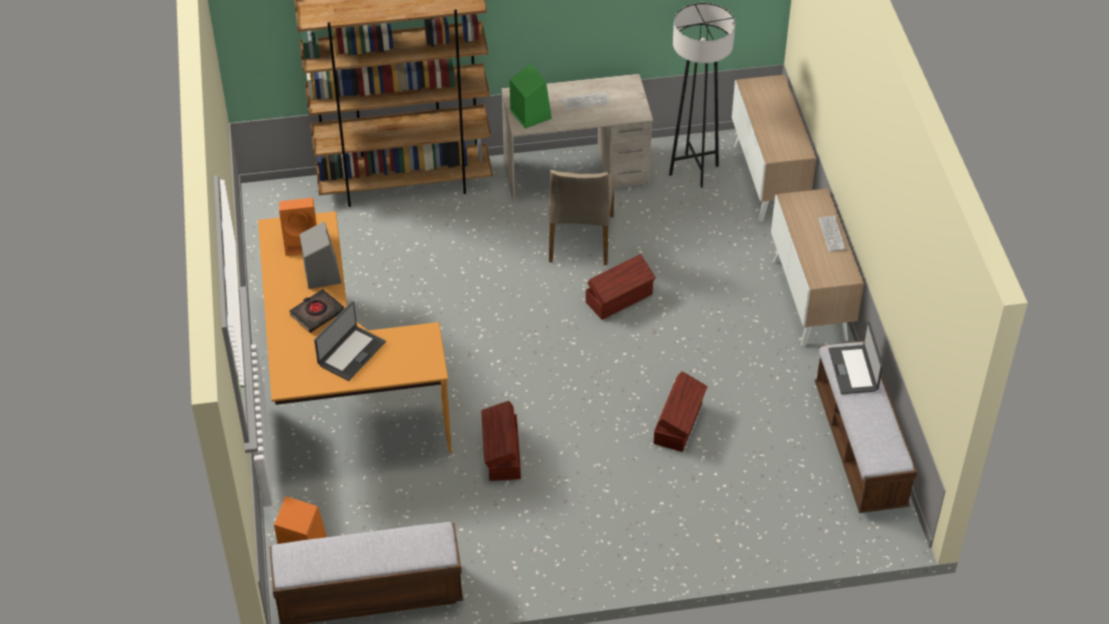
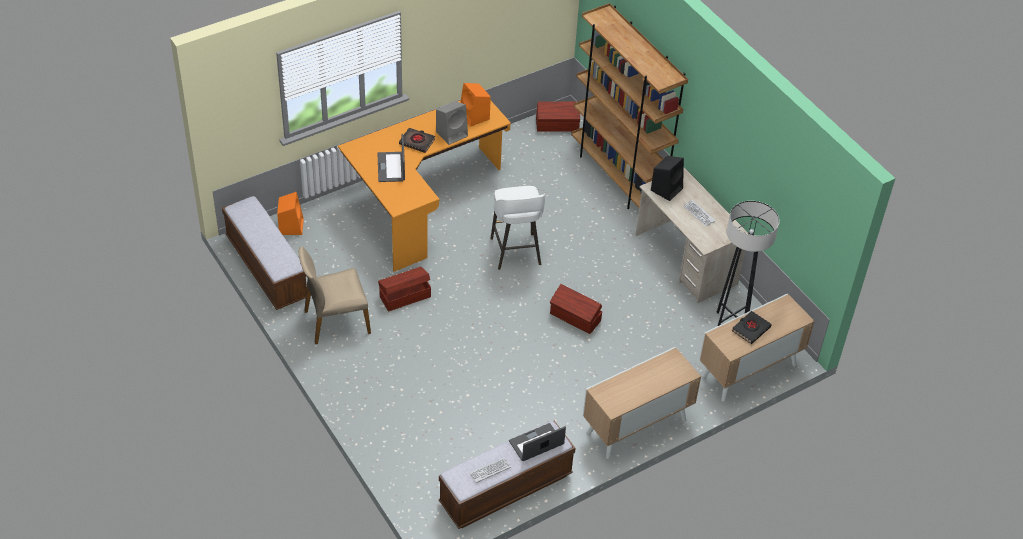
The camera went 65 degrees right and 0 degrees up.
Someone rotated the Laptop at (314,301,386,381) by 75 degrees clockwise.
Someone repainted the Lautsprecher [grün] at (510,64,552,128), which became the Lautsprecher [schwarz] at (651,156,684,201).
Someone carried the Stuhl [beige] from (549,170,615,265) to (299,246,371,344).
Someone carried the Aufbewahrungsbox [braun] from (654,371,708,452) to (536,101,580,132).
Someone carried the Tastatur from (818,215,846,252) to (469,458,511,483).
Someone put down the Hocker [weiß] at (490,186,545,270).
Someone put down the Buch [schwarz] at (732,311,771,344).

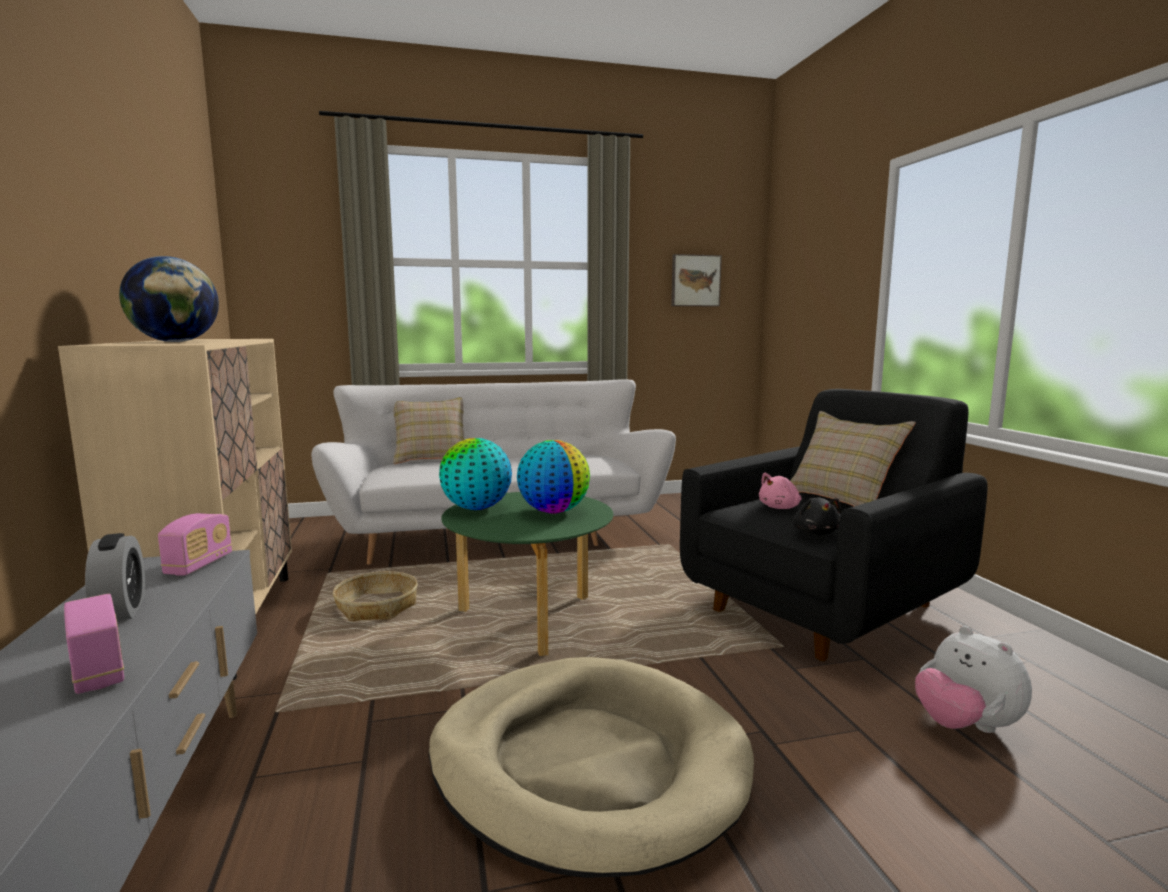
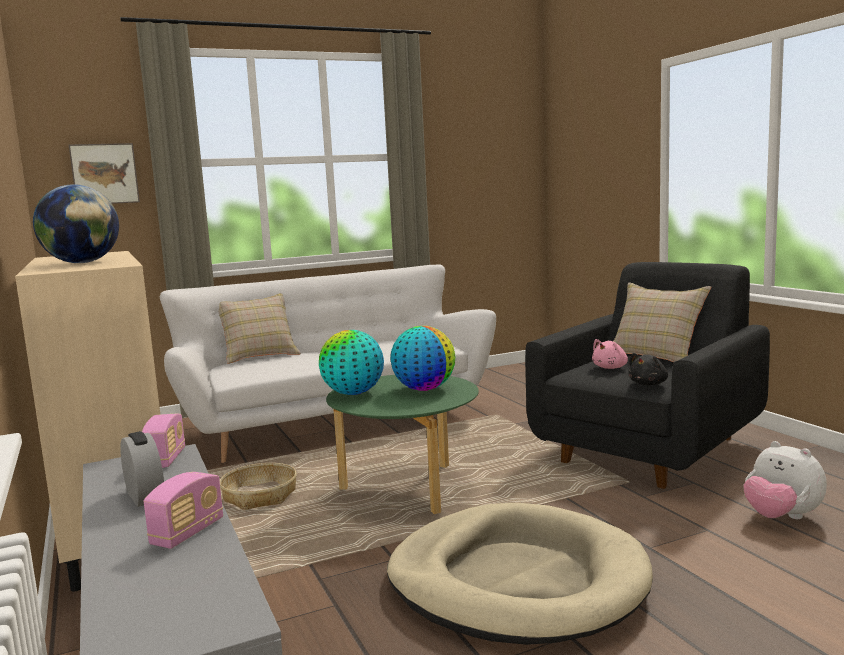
The camera went 10 degrees left and 0 degrees up.
Someone rotated the Radio at (64,594,124,694) by 75 degrees clockwise.
Someone carried the Bild from (671,254,722,306) to (69,143,140,204).
Someone rotated the Plüschtier [schwarz] at (793,497,841,535) by 60 degrees clockwise.

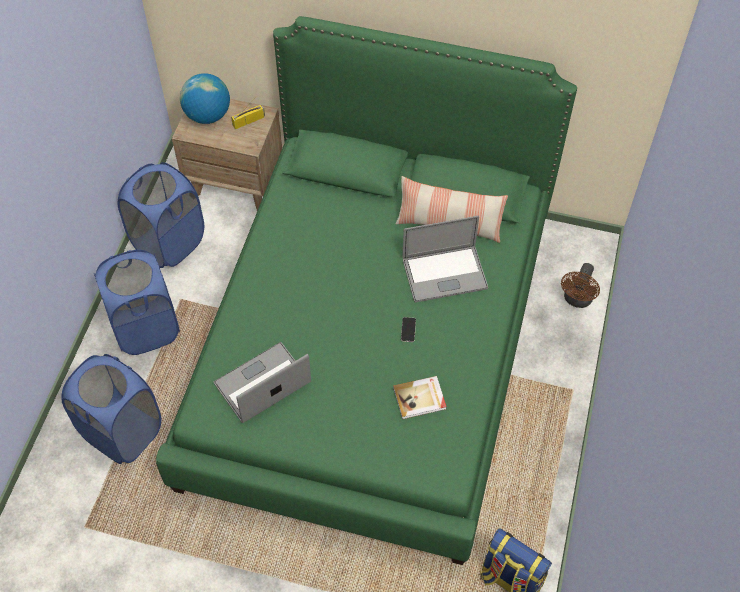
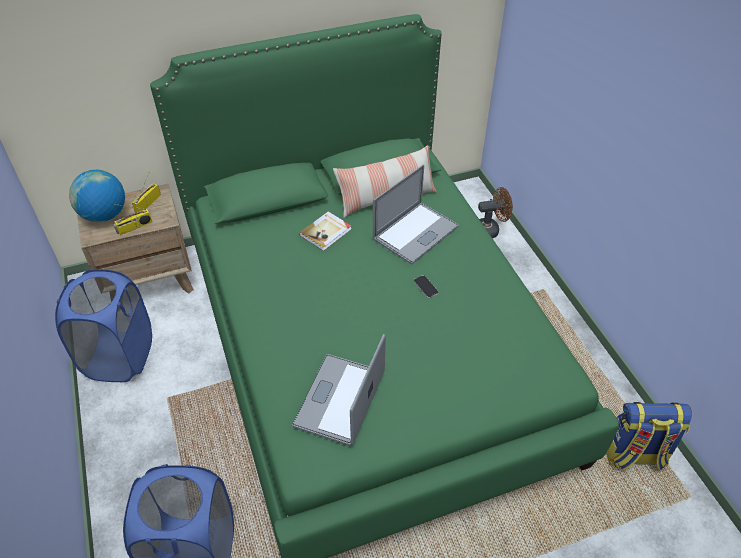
The camera went 35 degrees left and 10 degrees down.
Someone took away the Wäschekorb [blau] at (94,250,180,355).
Someone carried the Buch from (393,376,447,419) to (299,212,351,251).
Someone rotated the Ventilator [braun] at (561,263,600,308) by 90 degrees counterclockwise.
Someone put down the Radio at (113,204,152,235).

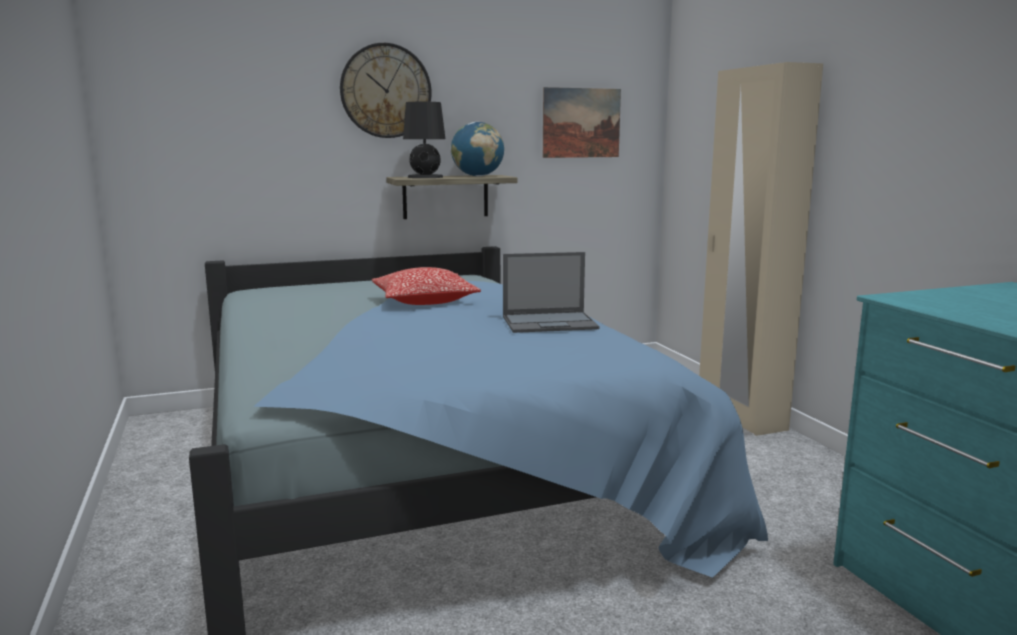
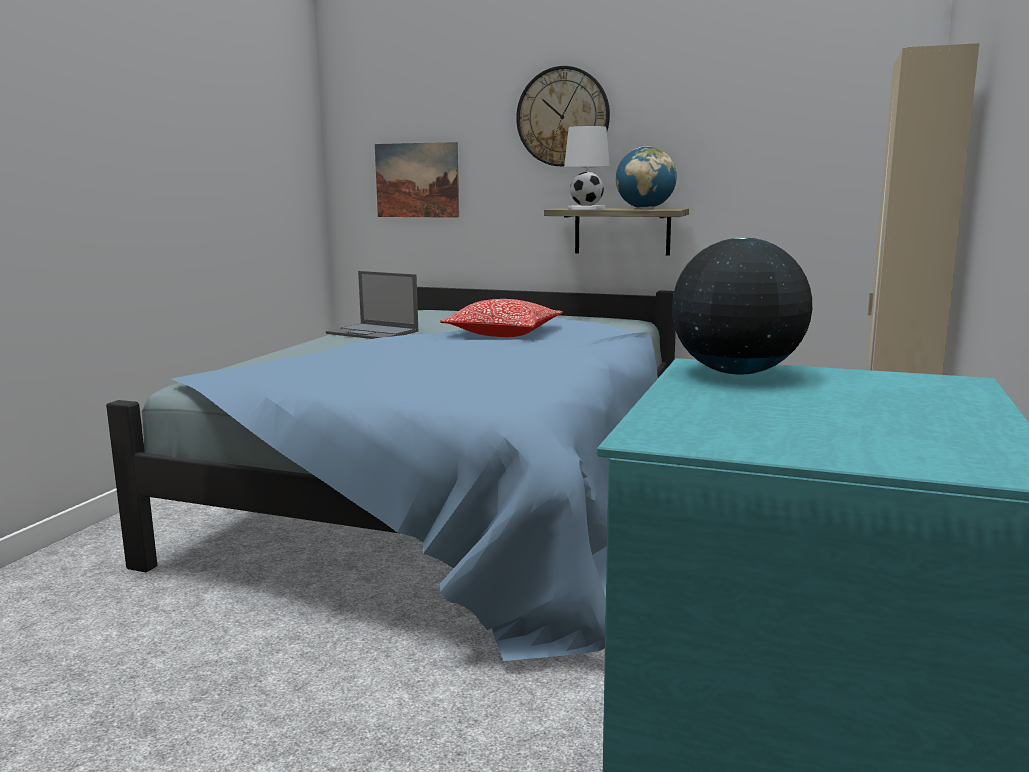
The camera went 40 degrees right and 0 degrees up.
Someone repainted the Tischlampe [schwarz] at (403,102,445,178), which became the Tischlampe [weiß] at (564,126,610,209).
Someone carried the Laptop from (503,252,600,333) to (326,271,419,339).
Someone carried the Bild from (543,87,621,158) to (375,142,459,218).
Someone put down the Globus at (672,238,812,375).

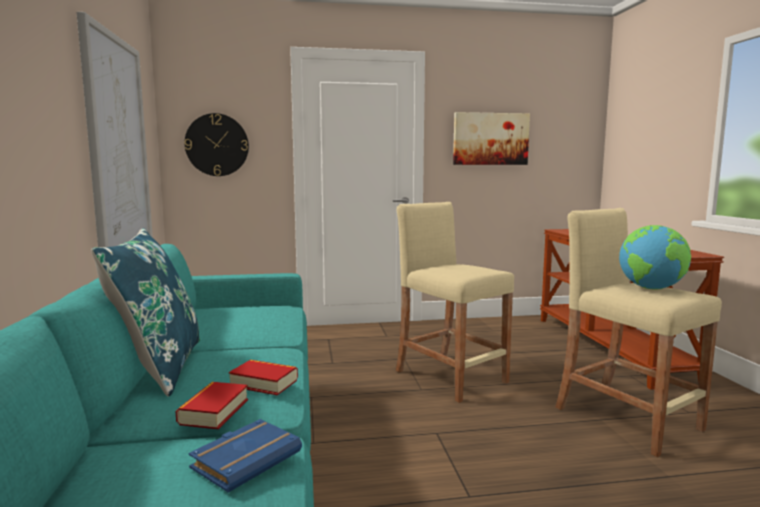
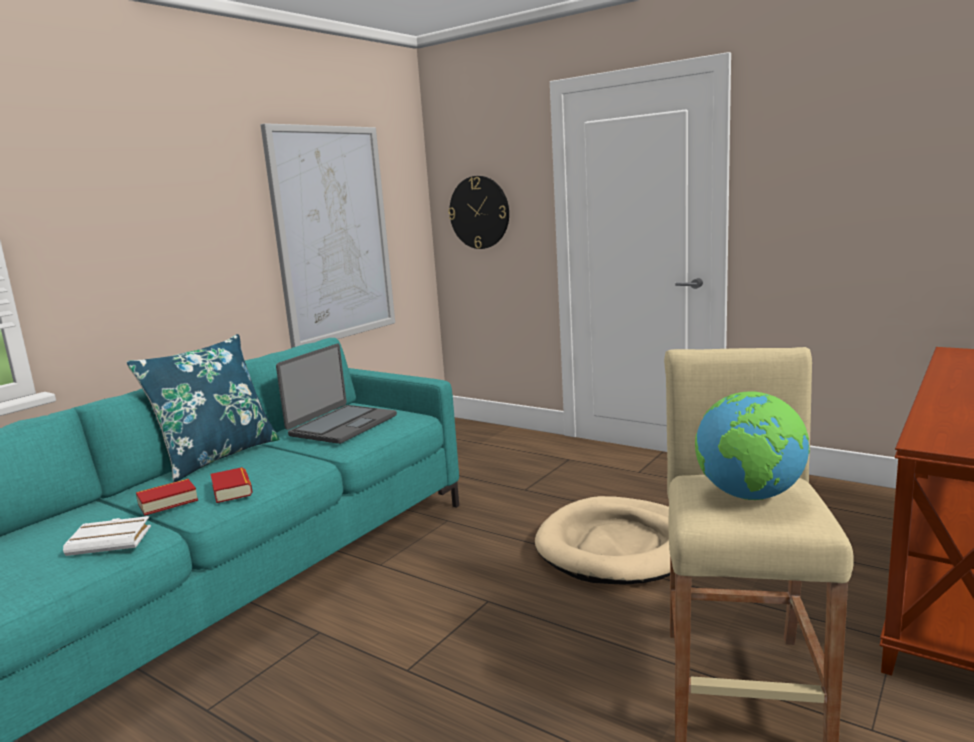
The camera went 45 degrees right and 5 degrees up.
Someone repainted the Buch [blau] at (188,419,302,493), which became the Buch [weiß] at (63,516,151,556).
Someone swapped the Hocker [beige] at (396,202,514,403) for the Hundebett [beige] at (535,496,670,584).
Someone took away the Bild at (453,112,530,165).
Someone put down the Laptop at (276,343,397,444).

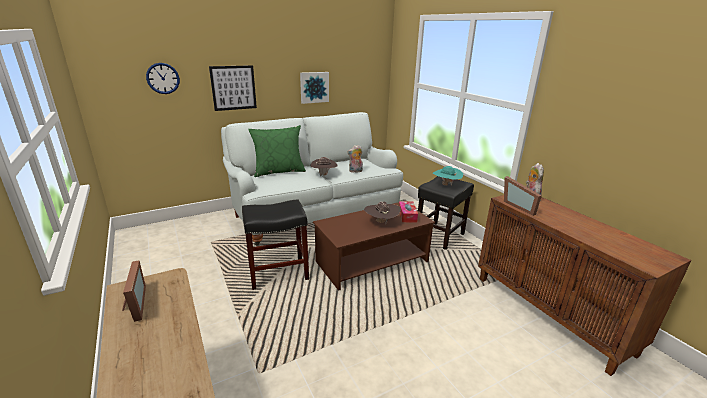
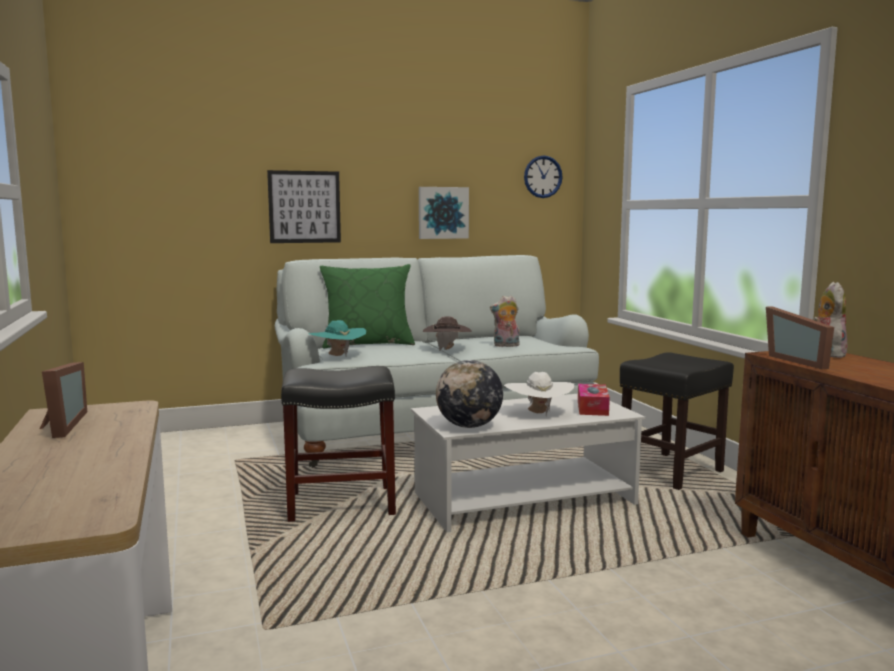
The camera went 10 degrees right and 15 degrees down.
Someone carried the Wanduhr from (146,63,180,94) to (524,155,563,198).
Someone repainted the Couchtisch [braun] at (313,202,435,291), which became the Couchtisch [weiß] at (411,394,645,532).
Someone repainted the Hut [braun] at (364,202,401,223), which became the Hut [weiß] at (504,372,575,416).
Someone carried the Hut [türkis] from (433,166,463,186) to (308,320,366,356).
Someone put down the Globus at (436,360,503,428).

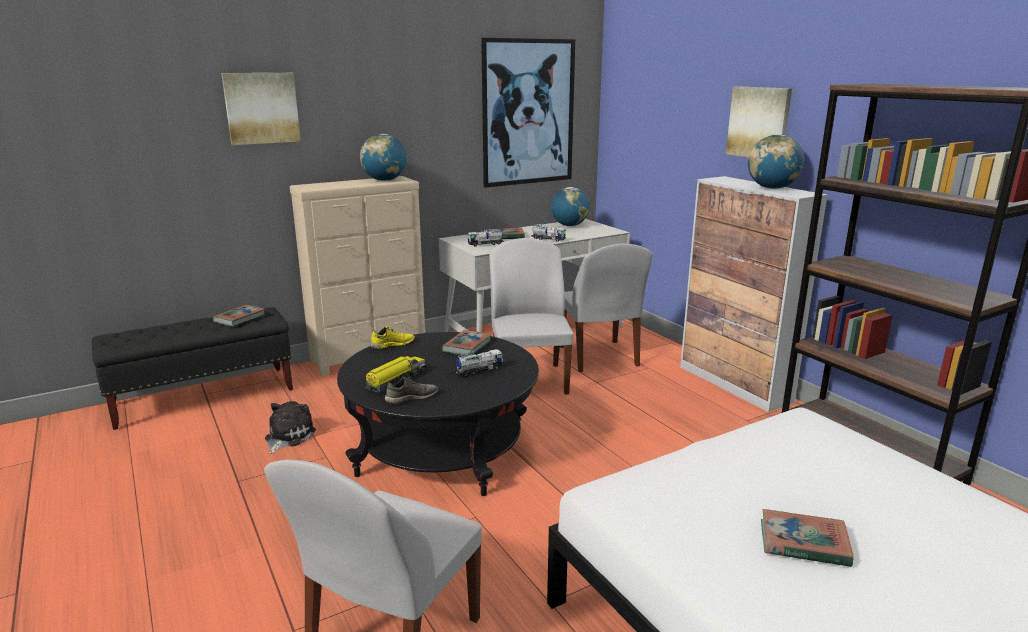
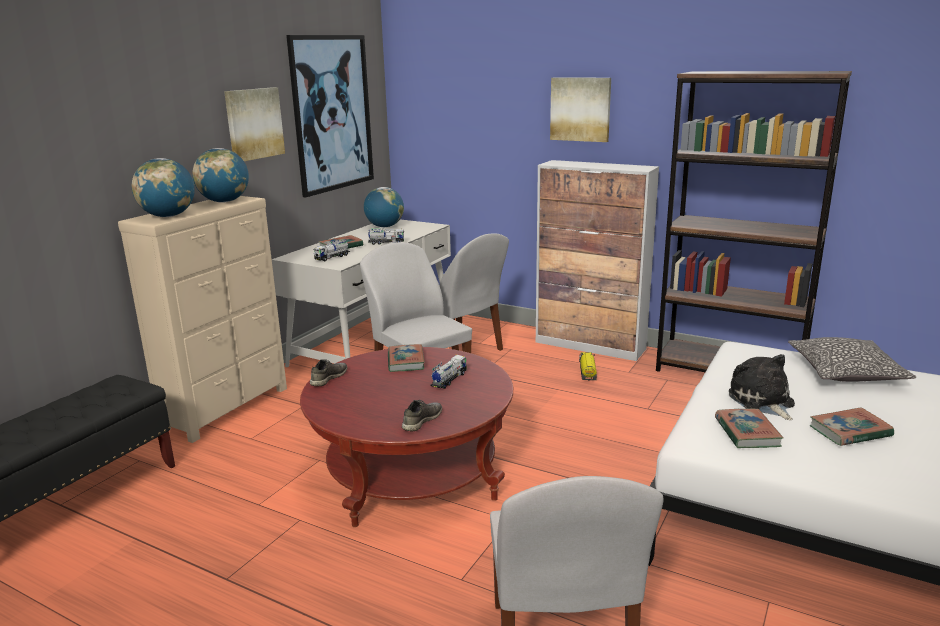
The camera went 30 degrees left and 0 degrees up.
Someone carried the Buch from (212,305,265,327) to (715,409,784,448).
Someone carried the Bild from (221,73,301,145) to (224,87,285,161).
Someone carried the Plüschtier from (265,401,316,454) to (729,354,795,420).
Someone repainted the Couchtisch [schwarz] at (337,332,539,496), which became the Couchtisch [rot] at (300,347,513,527).
Someone carried the Spielzeuglaster from (365,356,426,393) to (579,352,597,381).
Someone repainted the Schuh [gelb] at (370,326,415,349), which became the Schuh [grau] at (310,359,348,387).
Someone carried the Globus from (748,135,804,189) to (132,158,195,217).
Someone put down the Kissen at (788,337,916,382).

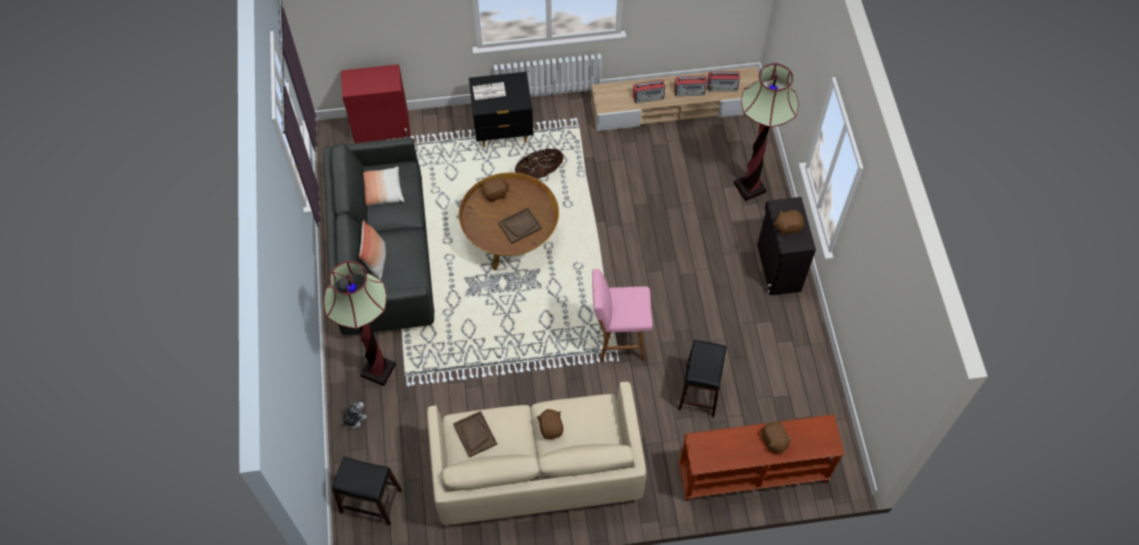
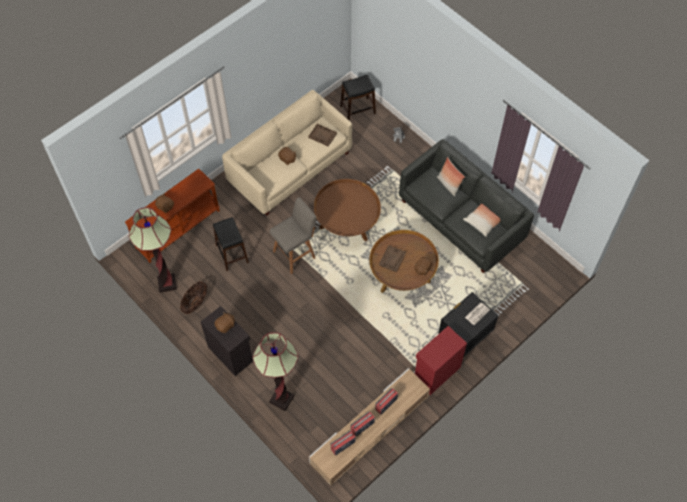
The camera went 145 degrees right and 0 degrees up.
Someone carried the Stehlampe from (323,261,396,386) to (129,207,177,293).
Someone carried the Schrank [rot] from (341,64,410,143) to (414,326,467,395).
Someone carried the Korb from (515,148,564,179) to (180,281,207,314).
Someone repainted the Hocker [rosa] at (592,269,653,363), which became the Hocker [grau] at (270,197,317,274).
Someone put down the Couchtisch [braun] at (314,179,381,242).

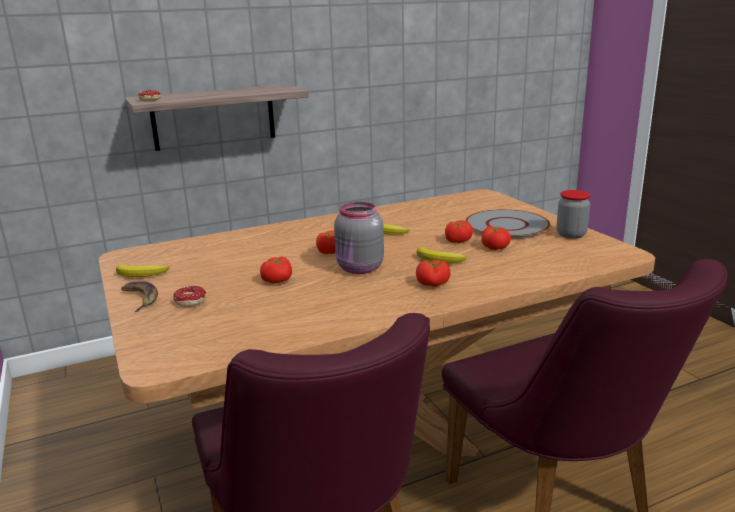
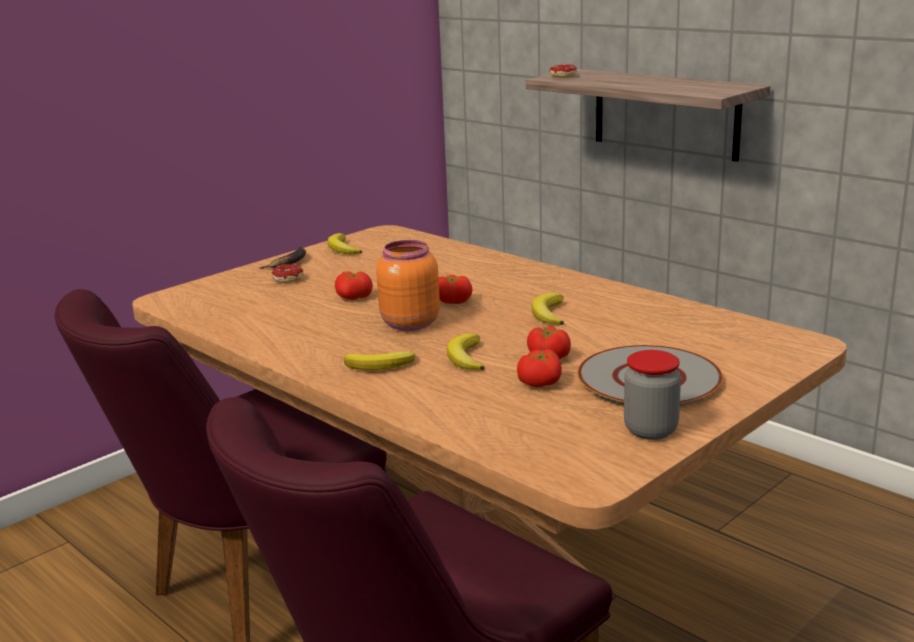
The camera went 70 degrees right and 0 degrees up.
Someone repainted the Vorratsglas [grau] at (334,202,384,274), which became the Vorratsglas [orange] at (376,240,440,331).
Someone swapped the Tomate at (416,260,451,287) for the Banane at (344,351,415,370).

